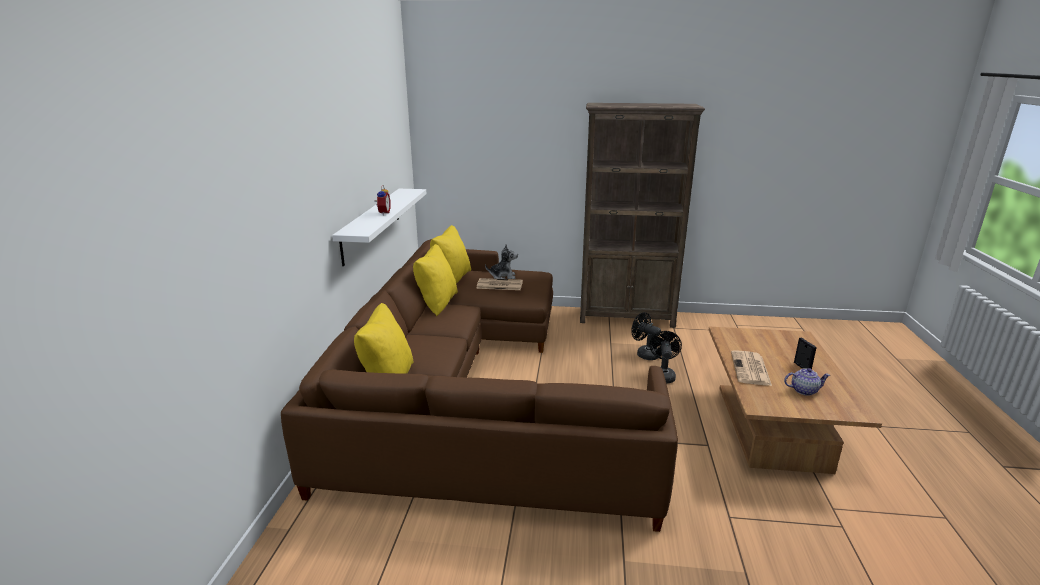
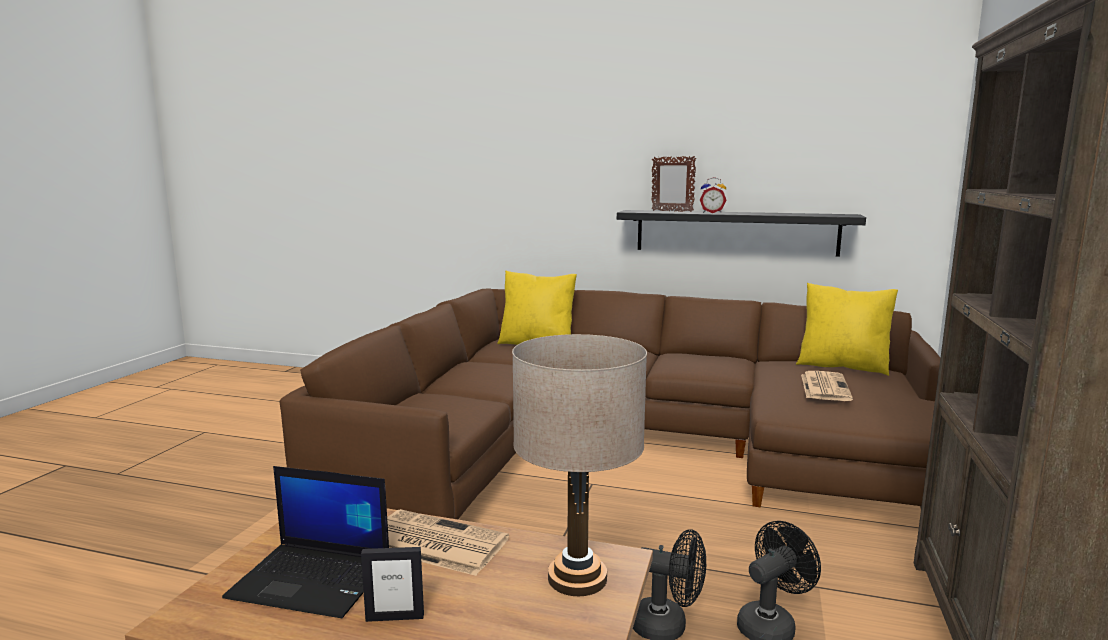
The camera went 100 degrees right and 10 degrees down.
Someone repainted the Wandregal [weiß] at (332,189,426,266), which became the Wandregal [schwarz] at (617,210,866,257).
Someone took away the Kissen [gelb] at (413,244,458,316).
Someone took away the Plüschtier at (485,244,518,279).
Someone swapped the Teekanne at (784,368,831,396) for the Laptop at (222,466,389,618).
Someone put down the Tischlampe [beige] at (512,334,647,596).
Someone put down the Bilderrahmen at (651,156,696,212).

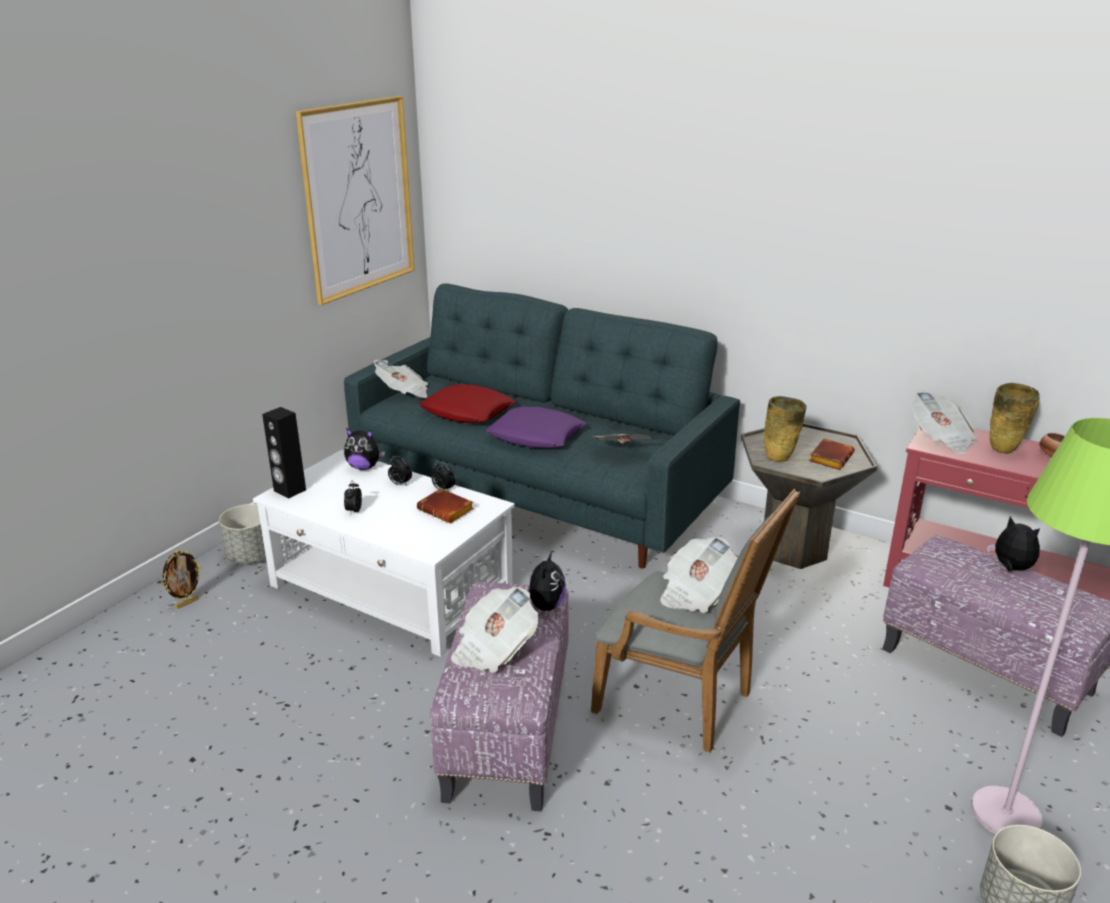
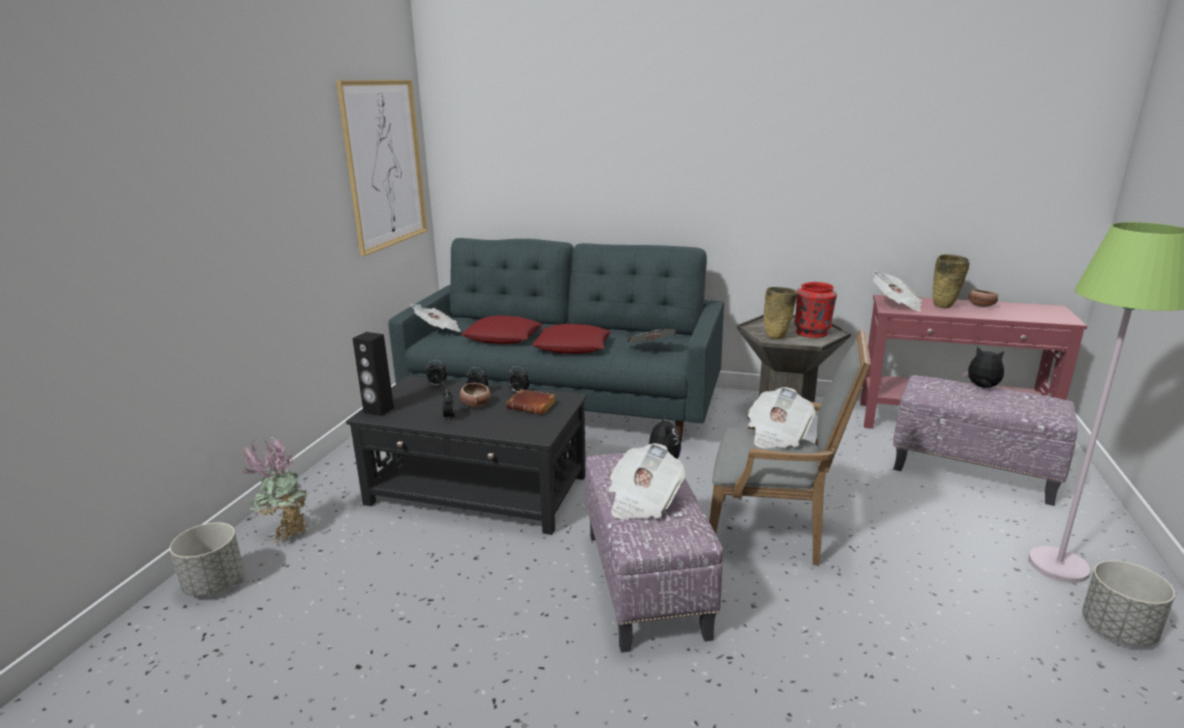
The camera went 15 degrees left and 5 degrees down.
Someone swapped the Bilderrahmen at (162,550,202,609) for the Topfpflanze at (243,437,310,544).
Someone carried the Pflanzkübel [grau] from (219,504,266,563) to (170,522,244,596).
Someone repainted the Couchtisch [weiß] at (253,450,515,657), which became the Couchtisch [schwarz] at (346,376,587,535).
Someone swapped the Plüschtier at (344,428,385,470) for the Wecker at (425,360,447,386).
Someone repainted the Kissen [lila] at (486,407,586,448), which became the Kissen [rot] at (532,324,612,354).
Someone swapped the Buch [braun] at (809,438,854,470) for the Vase [rot] at (794,282,837,338).
Someone put down the Schüssel at (460,383,491,407).

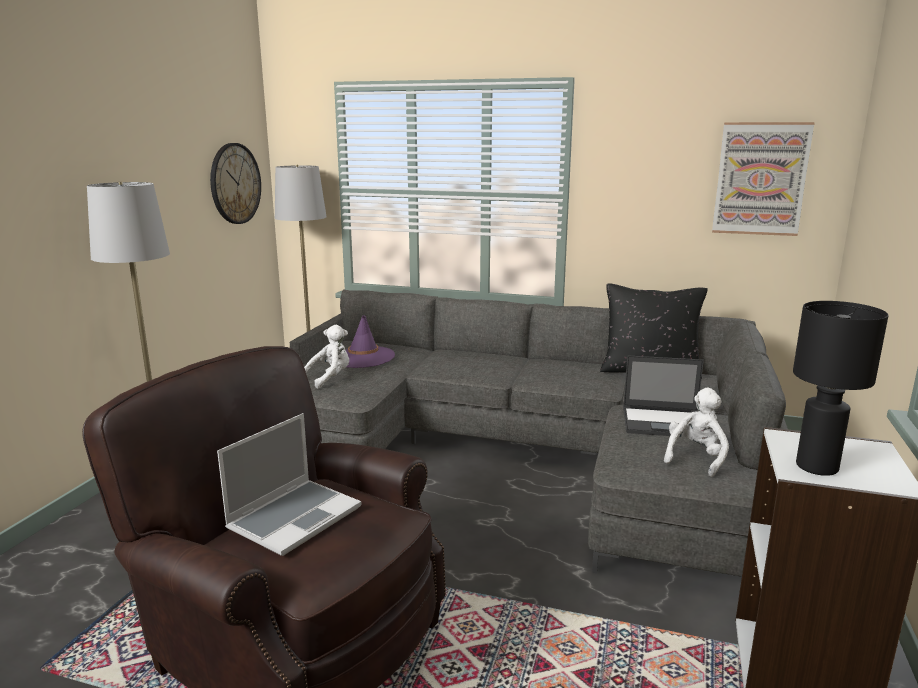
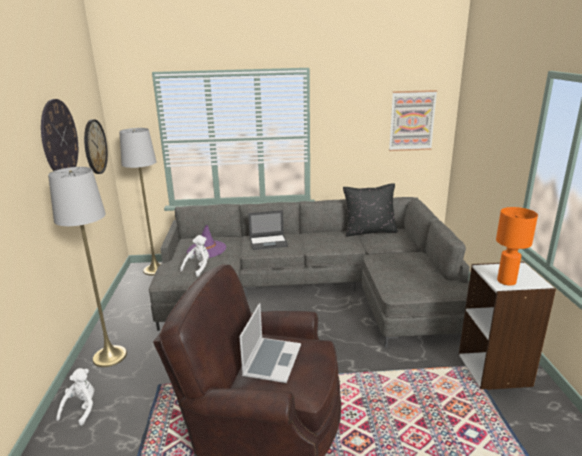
The camera went 20 degrees left and 5 degrees up.
Someone carried the Laptop from (623,355,704,436) to (248,210,288,250).
Someone carried the Plüschtier [weiß] from (664,388,729,477) to (56,368,94,426).
Someone repainted the Tischlampe [schwarz] at (793,301,889,476), which became the Tischlampe [orange] at (496,207,538,286).
Someone put up the Wanduhr at (41,99,78,171).

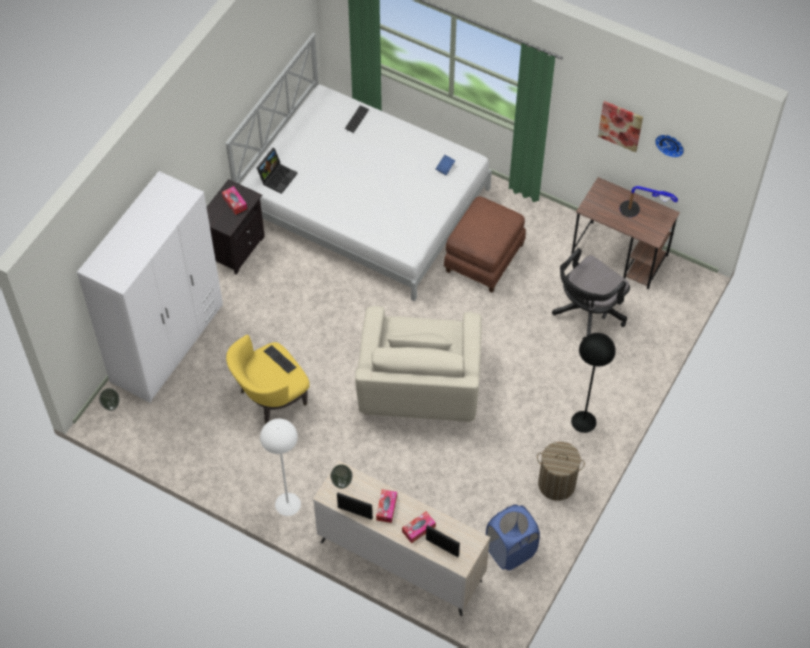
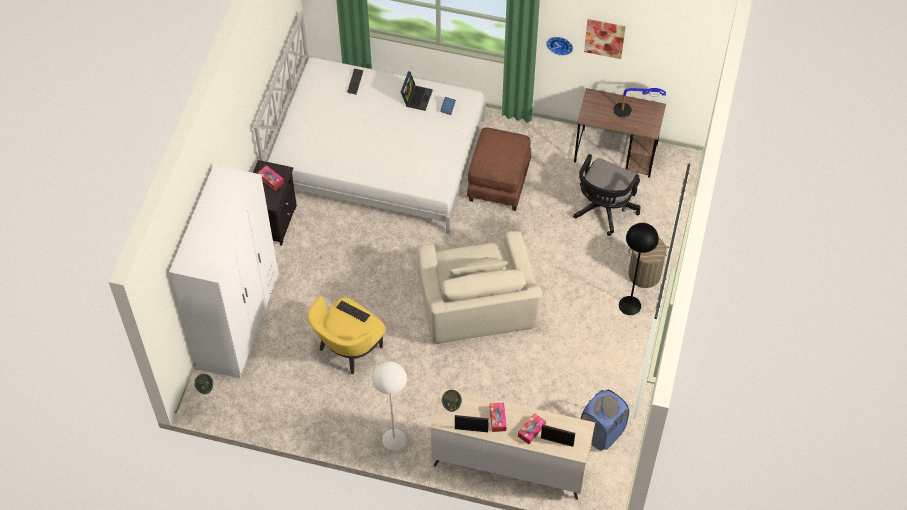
The camera went 15 degrees left and 0 degrees up.
Someone carried the Laptop from (257,148,298,194) to (401,72,433,111).
Someone carried the Wäschekorb from (537,442,585,501) to (629,238,669,288).
Someone carried the Wanduhr from (655,134,684,158) to (546,37,573,56).

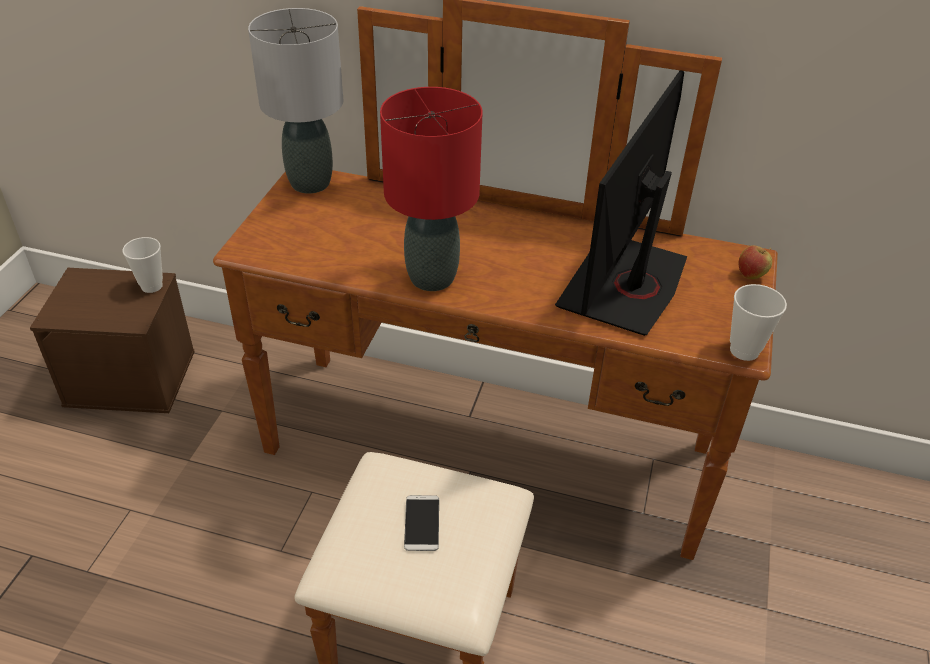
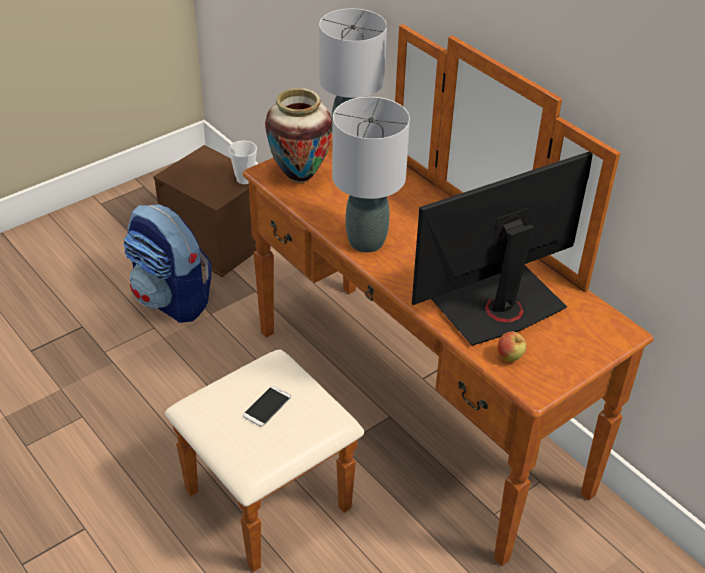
The camera went 35 degrees right and 0 degrees up.
Someone repainted the Tischlampe [rot] at (380,87,482,291), which became the Tischlampe [grau] at (332,97,410,253).
Someone took away the Tasse at (730,284,787,361).
Someone carried the Apfel from (738,245,772,279) to (498,332,527,362).
Someone put down the Rucksack at (123,204,212,323).
Someone put down the Vase at (265,88,333,183).

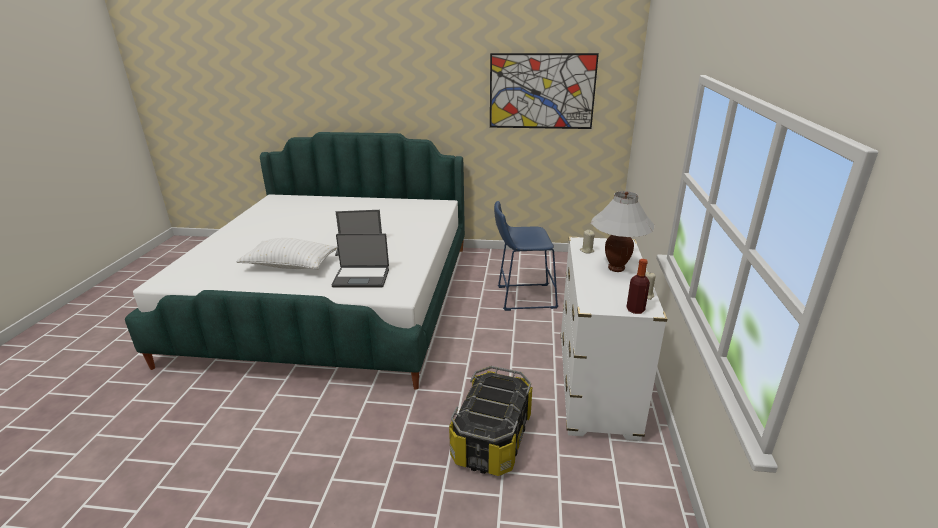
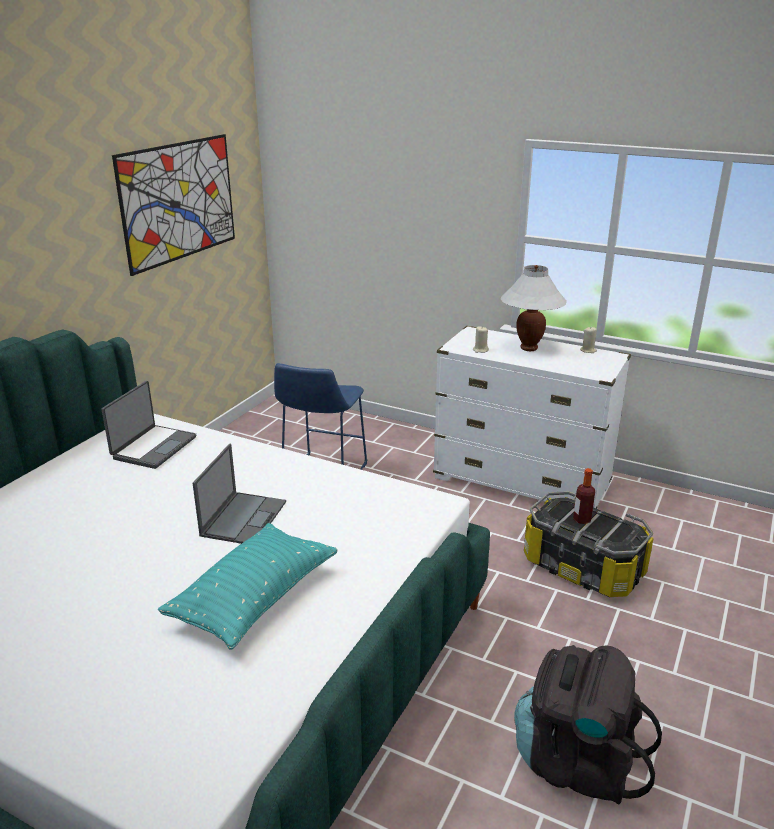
The camera went 70 degrees left and 0 degrees up.
Someone repainted the Kissen [weiß] at (237,238,337,270), which became the Kissen [türkis] at (158,523,337,650).
Someone carried the Laptop from (332,233,389,287) to (102,381,196,469).
Someone carried the Flasche from (627,259,650,314) to (573,468,595,524).
Someone put down the Rucksack [schwarz] at (514,645,662,804).

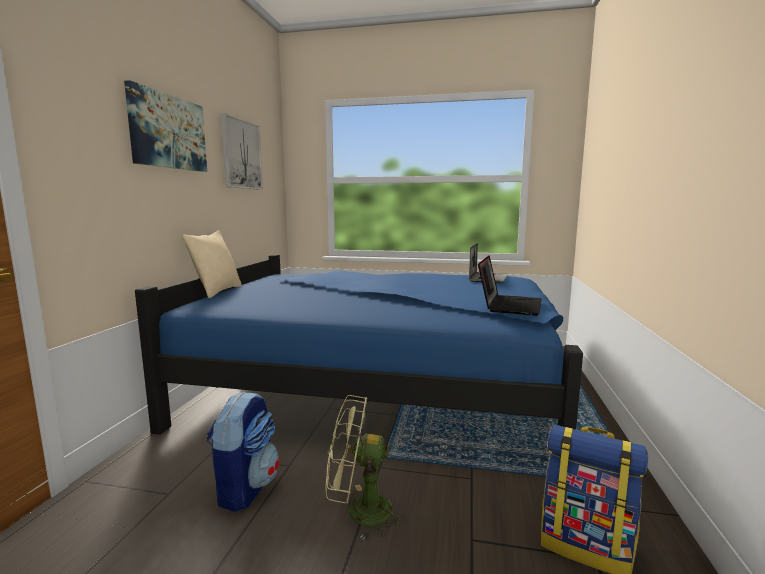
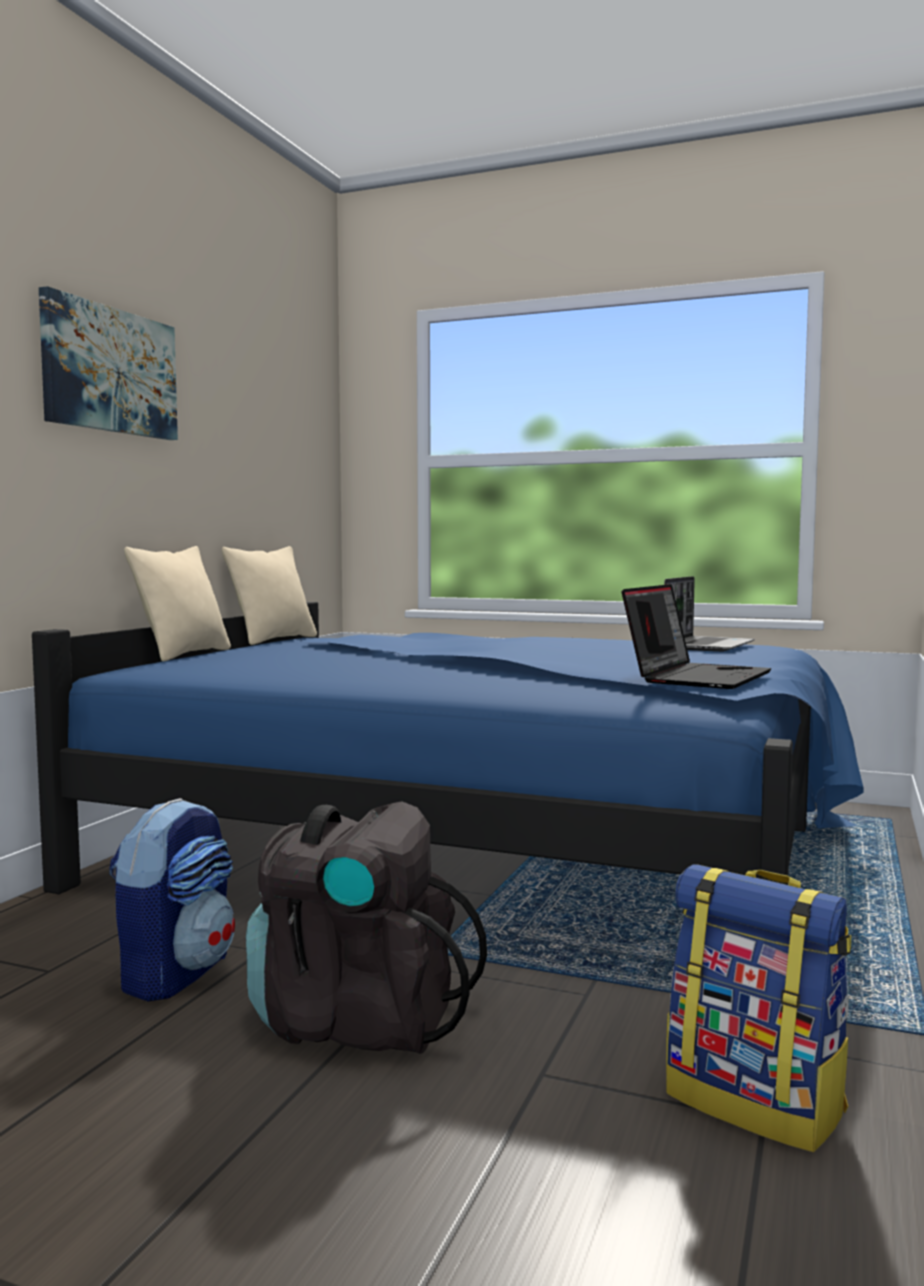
The camera went 10 degrees right and 5 degrees down.
Someone took away the Bild at (221,113,263,190).
Someone swapped the Ventilator [grün] at (326,395,406,540) for the Rucksack [schwarz] at (246,801,487,1054).
Someone put down the Kissen [beige] at (222,546,317,645).

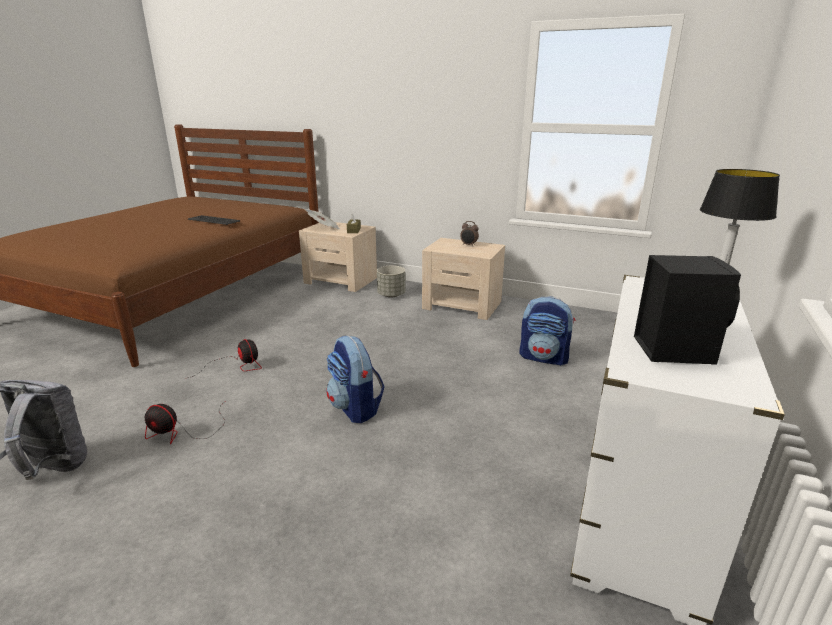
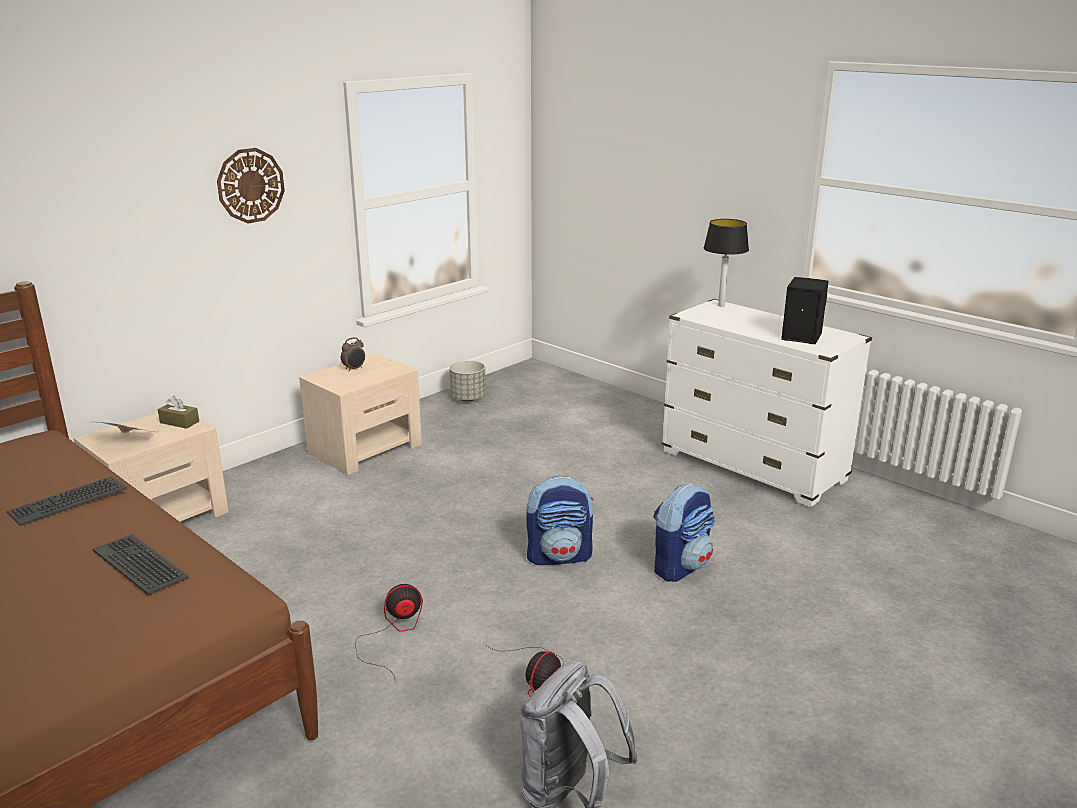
The camera went 70 degrees left and 0 degrees up.
Someone carried the Pflanzkübel [grau] from (377,265,405,297) to (449,360,486,401).
Someone carried the Rucksack from (519,296,575,366) to (653,484,715,582).
Someone put down the Tastatur at (93,534,189,595).
Someone put up the Wanduhr at (217,148,285,223).

